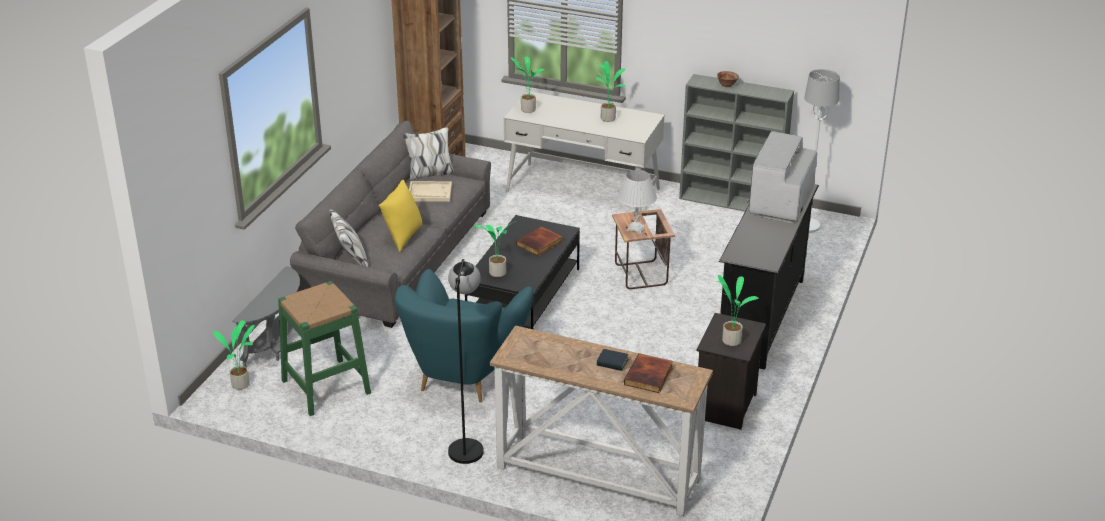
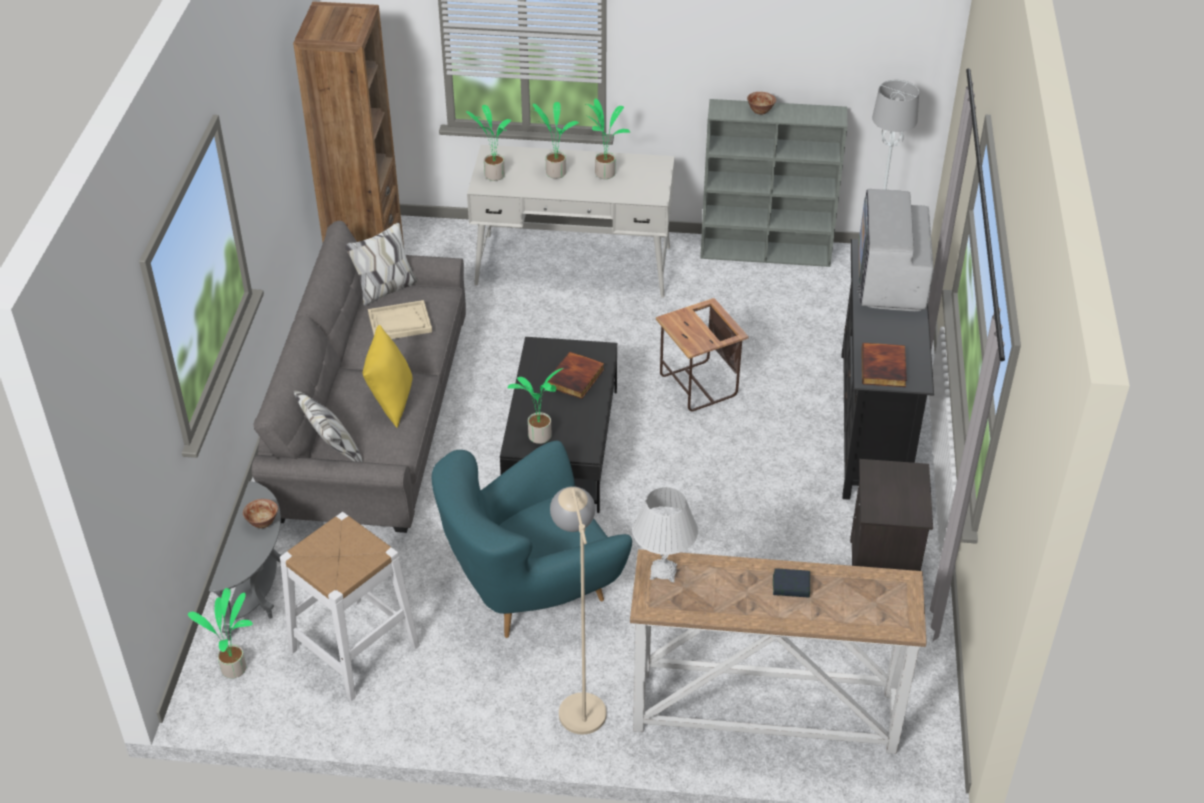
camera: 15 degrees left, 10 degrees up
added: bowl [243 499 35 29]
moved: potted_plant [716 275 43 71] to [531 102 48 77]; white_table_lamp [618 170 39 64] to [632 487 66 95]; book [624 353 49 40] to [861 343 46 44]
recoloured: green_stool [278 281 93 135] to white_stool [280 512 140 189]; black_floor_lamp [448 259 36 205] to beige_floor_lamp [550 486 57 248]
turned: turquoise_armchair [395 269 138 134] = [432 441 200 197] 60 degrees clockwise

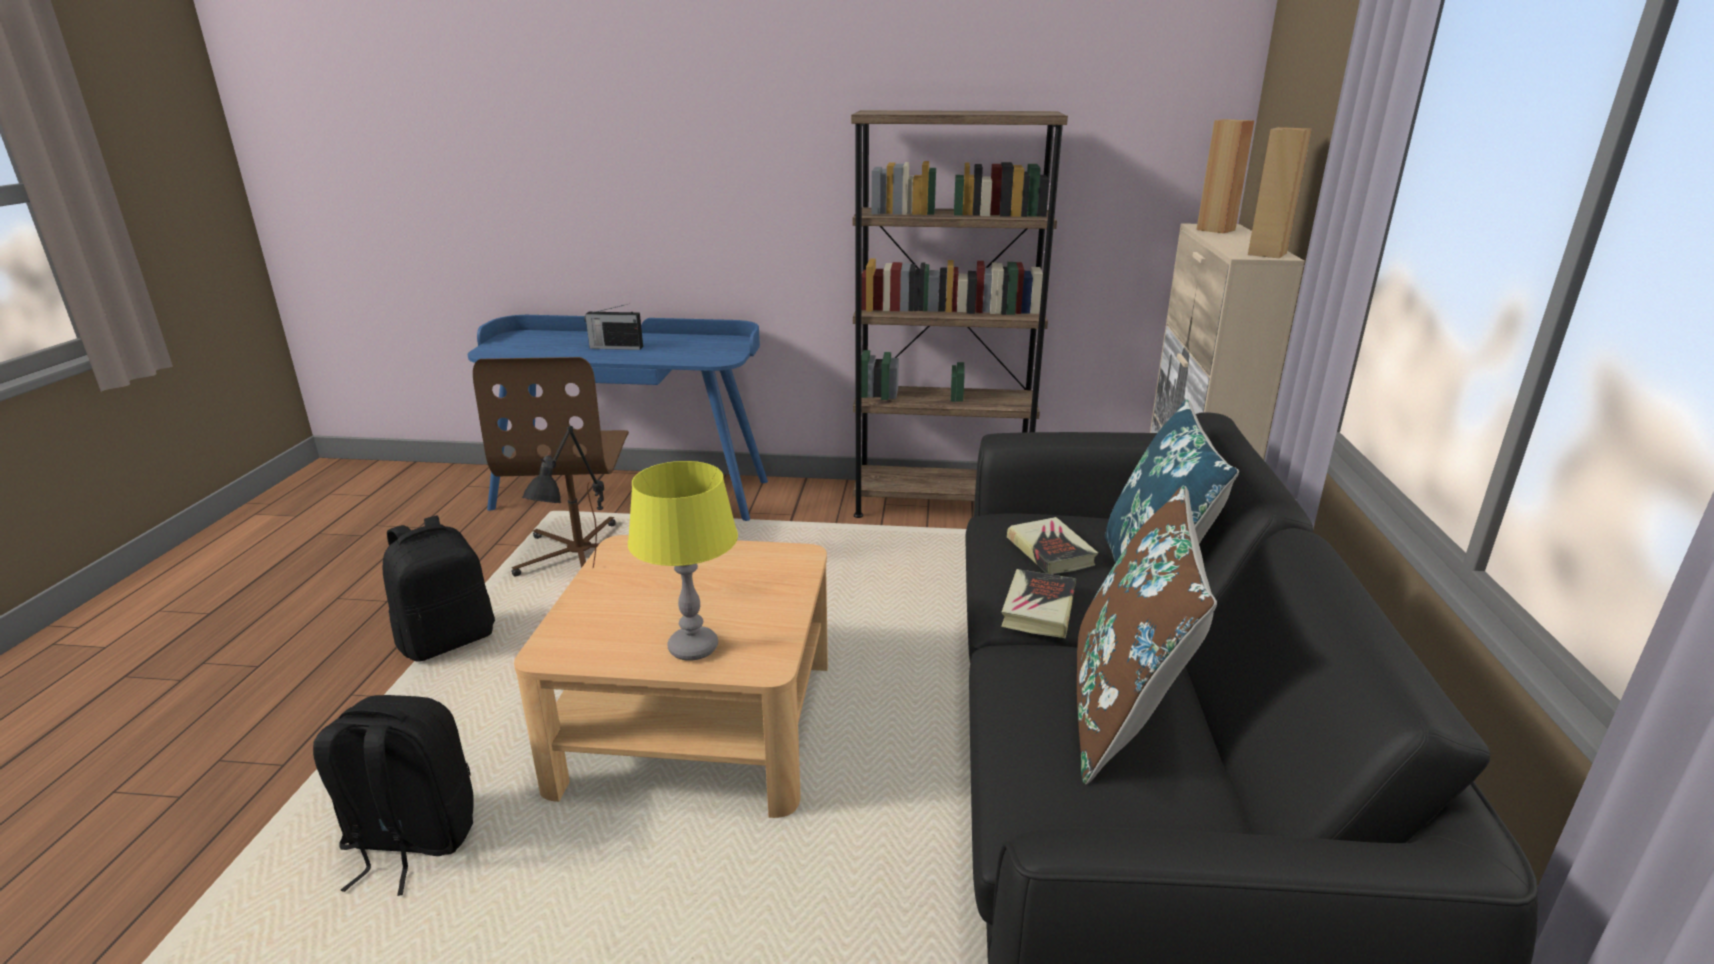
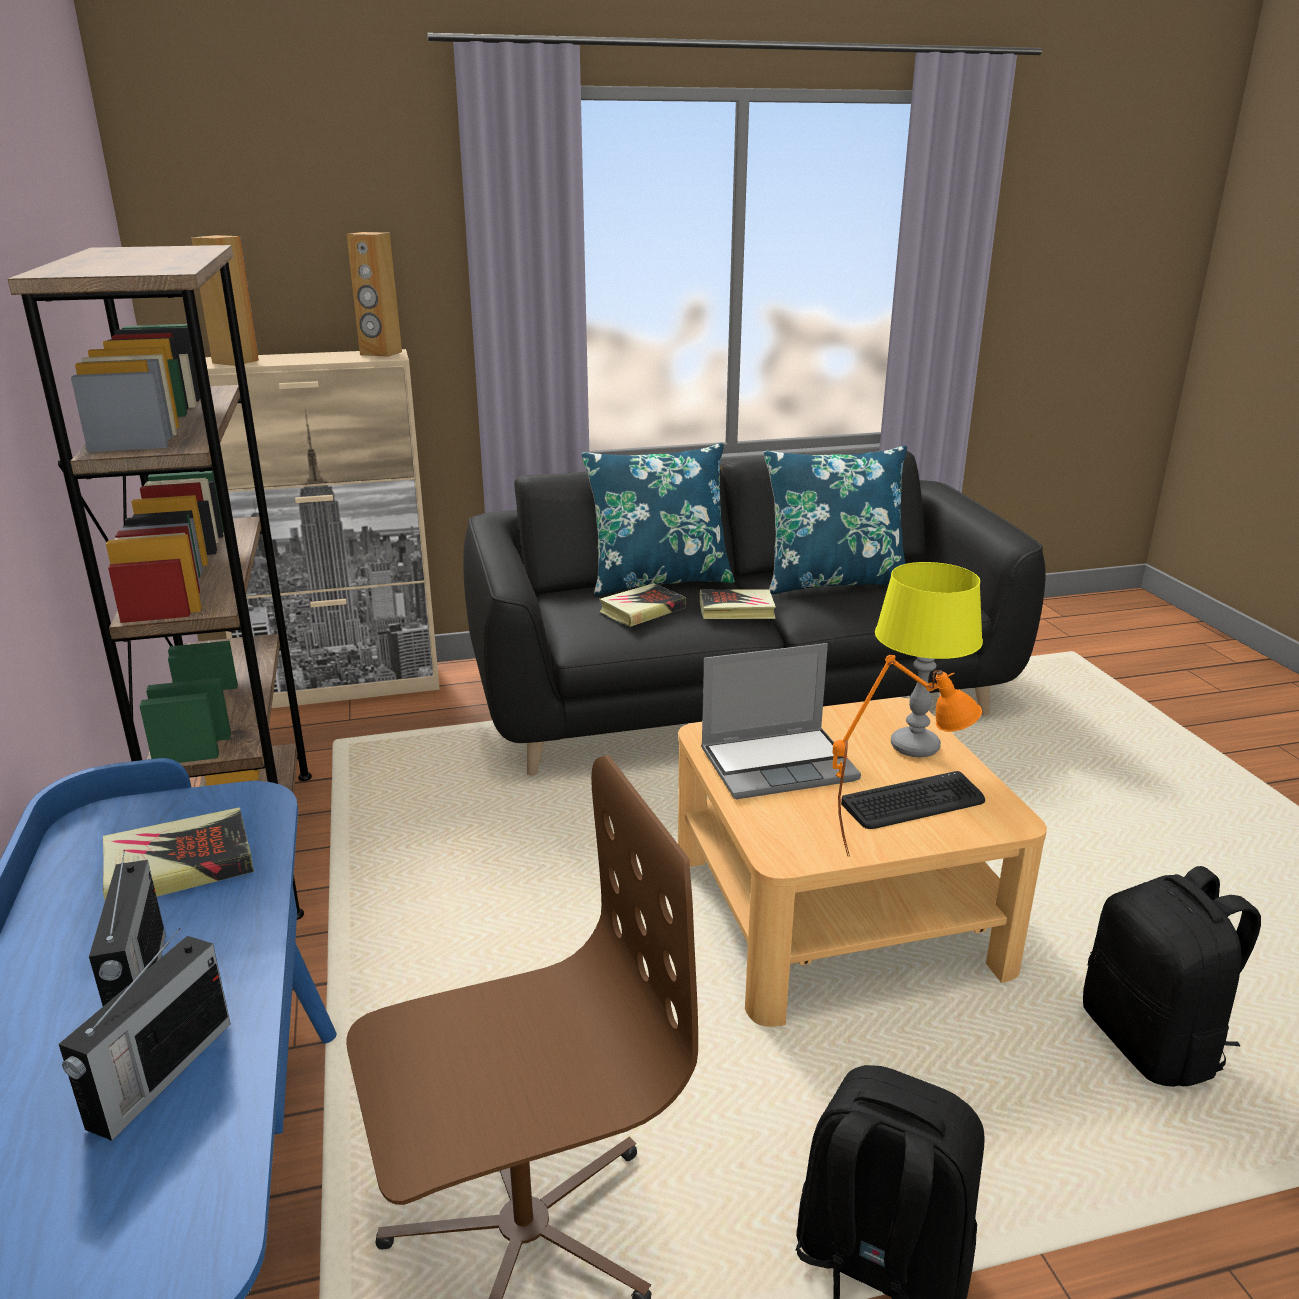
camera: 110 degrees left, 0 degrees up
added: radio [59 928 171 213]; book [103 807 151 93]; laptop [701 643 160 156]; keyboard [841 771 144 58]
recoloured: brown_pillow [1077 485 140 299] to blue_pillow [764 446 143 148]; black_table_lamp [522 426 82 142] to orange_table_lamp [833 655 149 202]

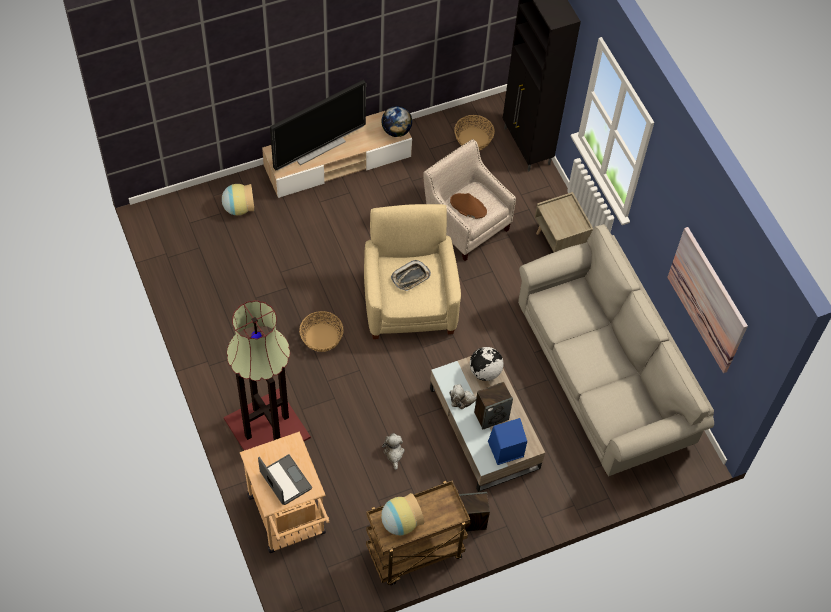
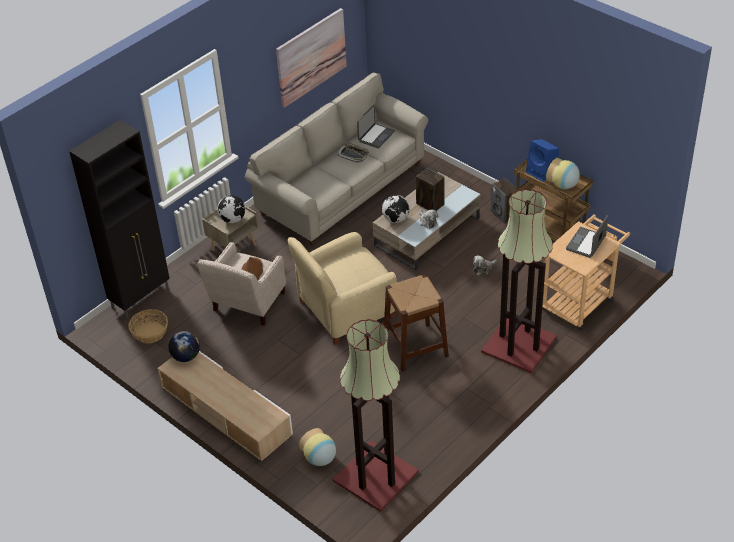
camera: 110 degrees left, 15 degrees down
removed: television [270 80 96 91]
added: globe [217 195 28 28]; floor_lamp [333 319 86 193]; laptop [357 105 38 44]
moved: tray [391 260 40 31] to [338 144 31 19]; blue_speaker [488 418 39 47] to [526 139 33 43]
replaced: basket [299 311 45 41] to brown_stool [384 274 65 98]

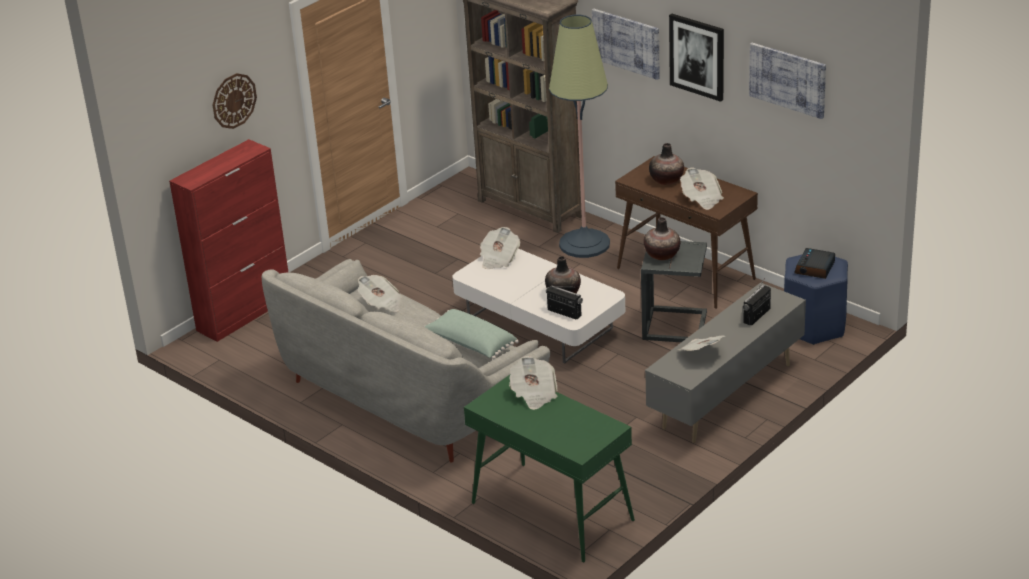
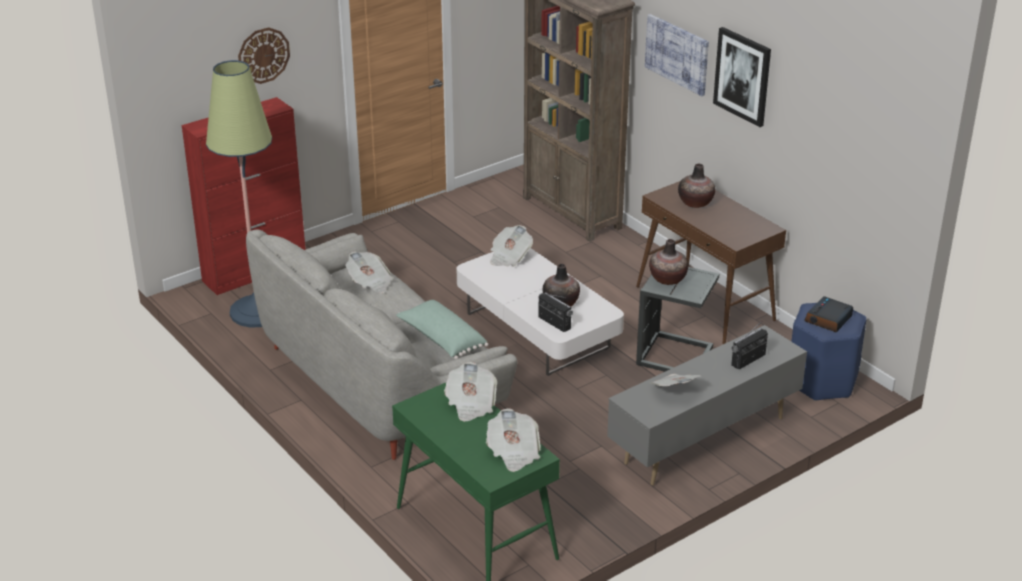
camera: 10 degrees right, 0 degrees up
removed: picture [749 43 77 76]
moved: floor_lamp [549 15 61 243] to [206 60 66 268]; newspaper [680 167 44 43] to [486 409 55 63]

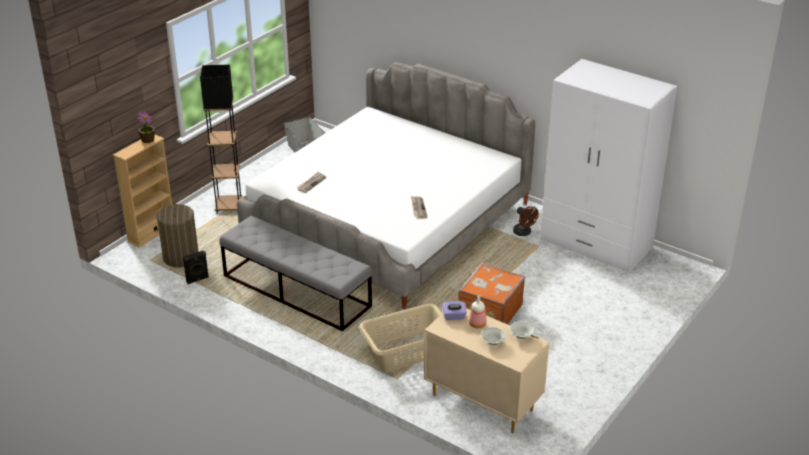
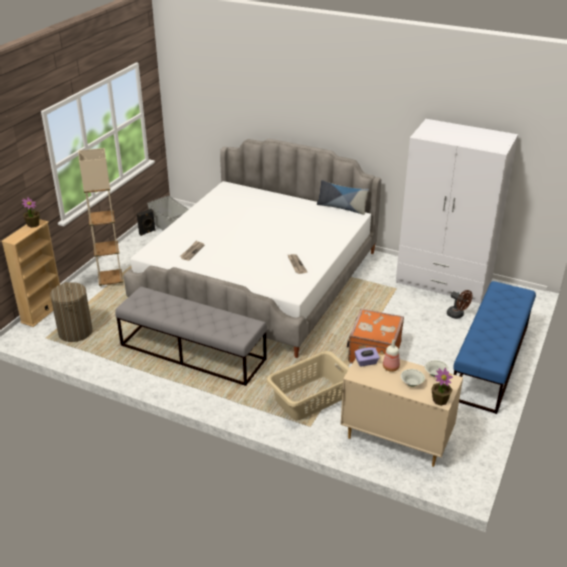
camera: 10 degrees left, 0 degrees up
added: pillow [317 180 52 35]; potted_plant [431 368 22 38]; blue_bench [453 281 83 133]
moved: black_speaker [183 250 26 34] to [137 209 19 27]; brown_fan [513 206 26 30] to [447 290 26 29]
recoloured: black_floor_lamp [200 65 43 149] to beige_floor_lamp [78 148 45 140]

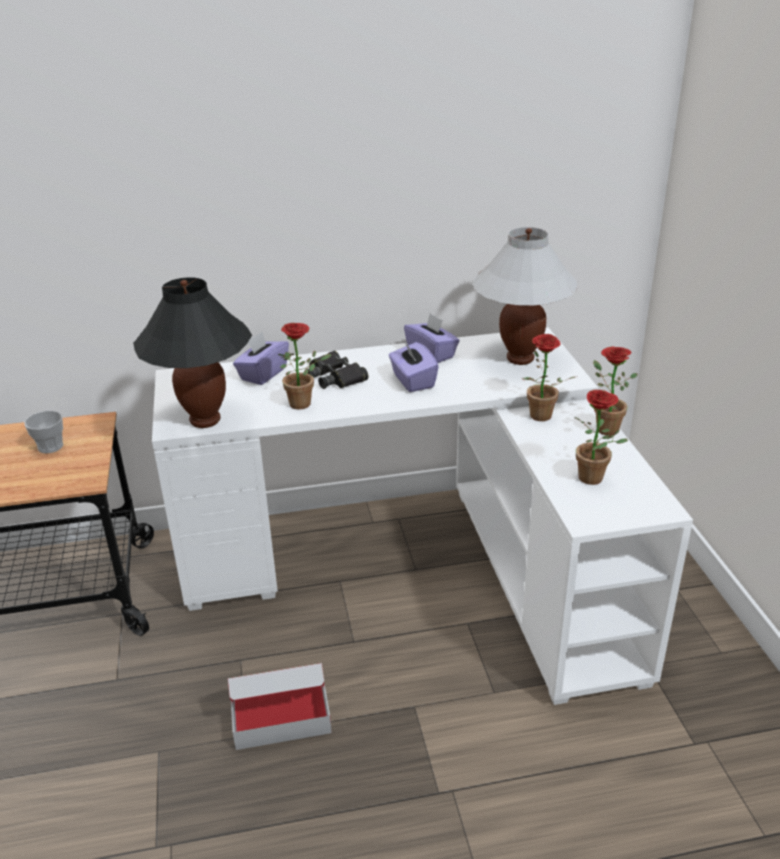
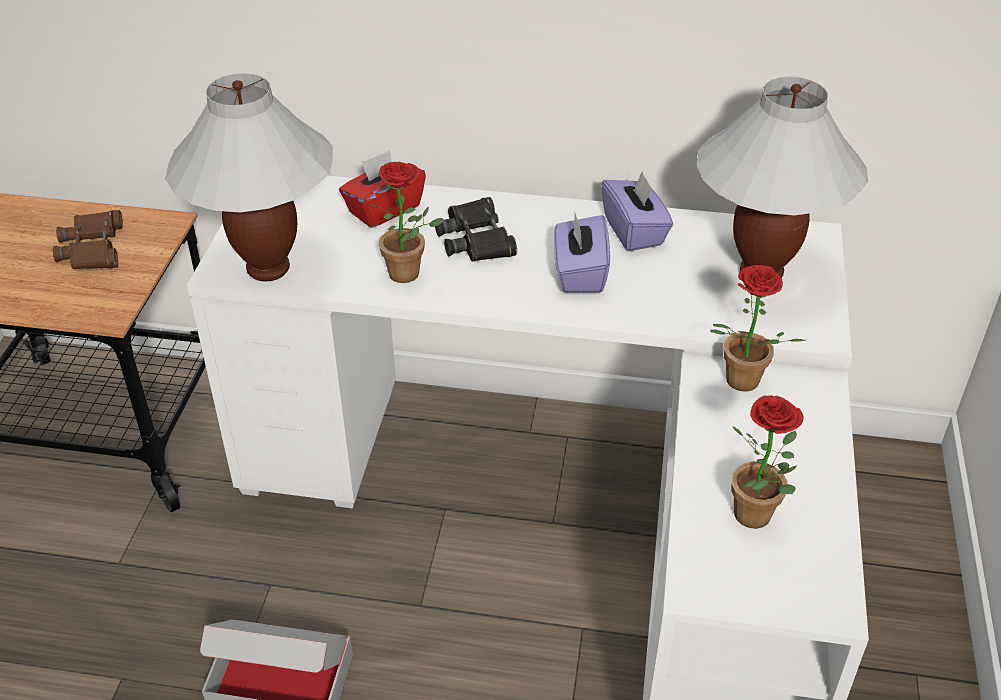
camera: 20 degrees right, 10 degrees up
removed: potted_plant [593 346 45 89]
replaced: cup [24 411 39 42] to brown_binoculars [53 210 70 59]
recoloured: black_table_lamp [133 277 119 151] to white_table_lamp [165 73 168 208]; purple_tissue_box [233 332 56 53] to red_tissue_box [339 150 87 78]

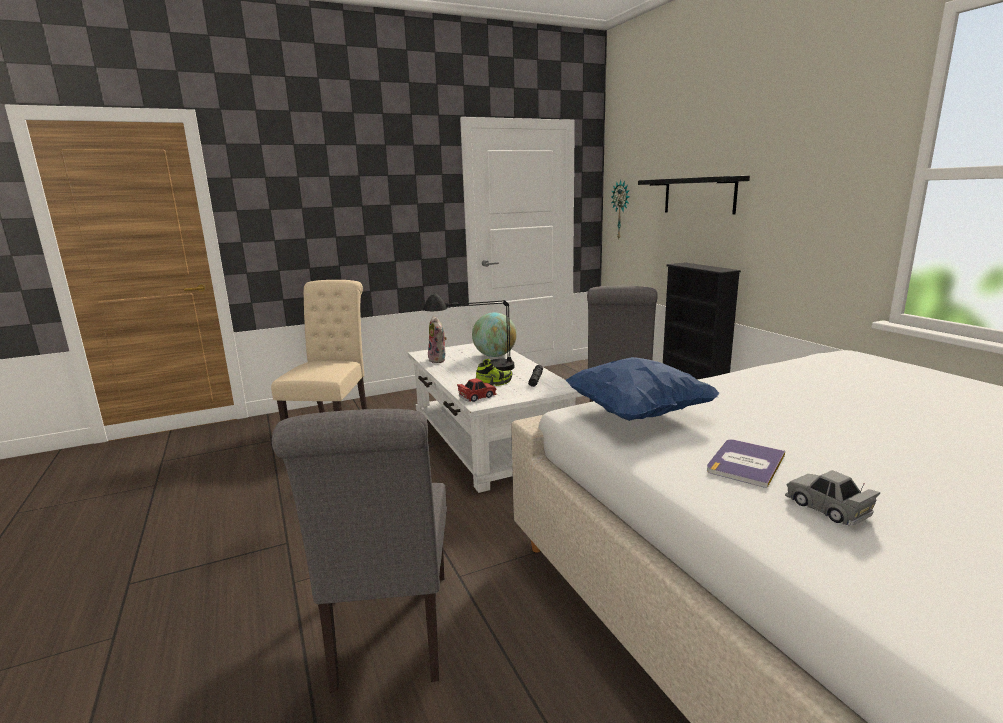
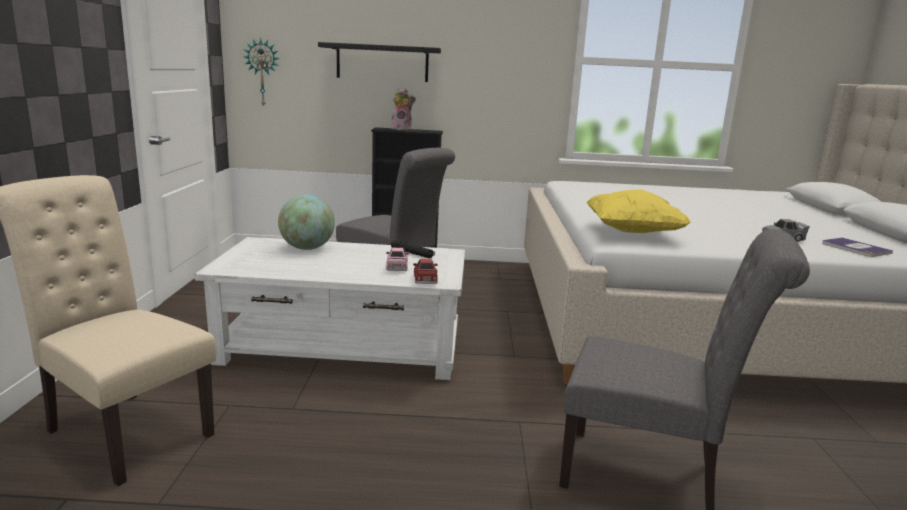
camera: 65 degrees left, 0 degrees up
removed: black_table_lamp [423 294 91 77]
moved: plush_toy [428 316 19 47] to [390 88 26 42]; book [707 439 78 49] to [822 237 71 20]
replaced: shoe [476 359 36 27] to pink_toy_car [386 248 23 23]
recoloured: blue_pillow [566 357 154 64] to yellow_pillow [586 189 105 44]

